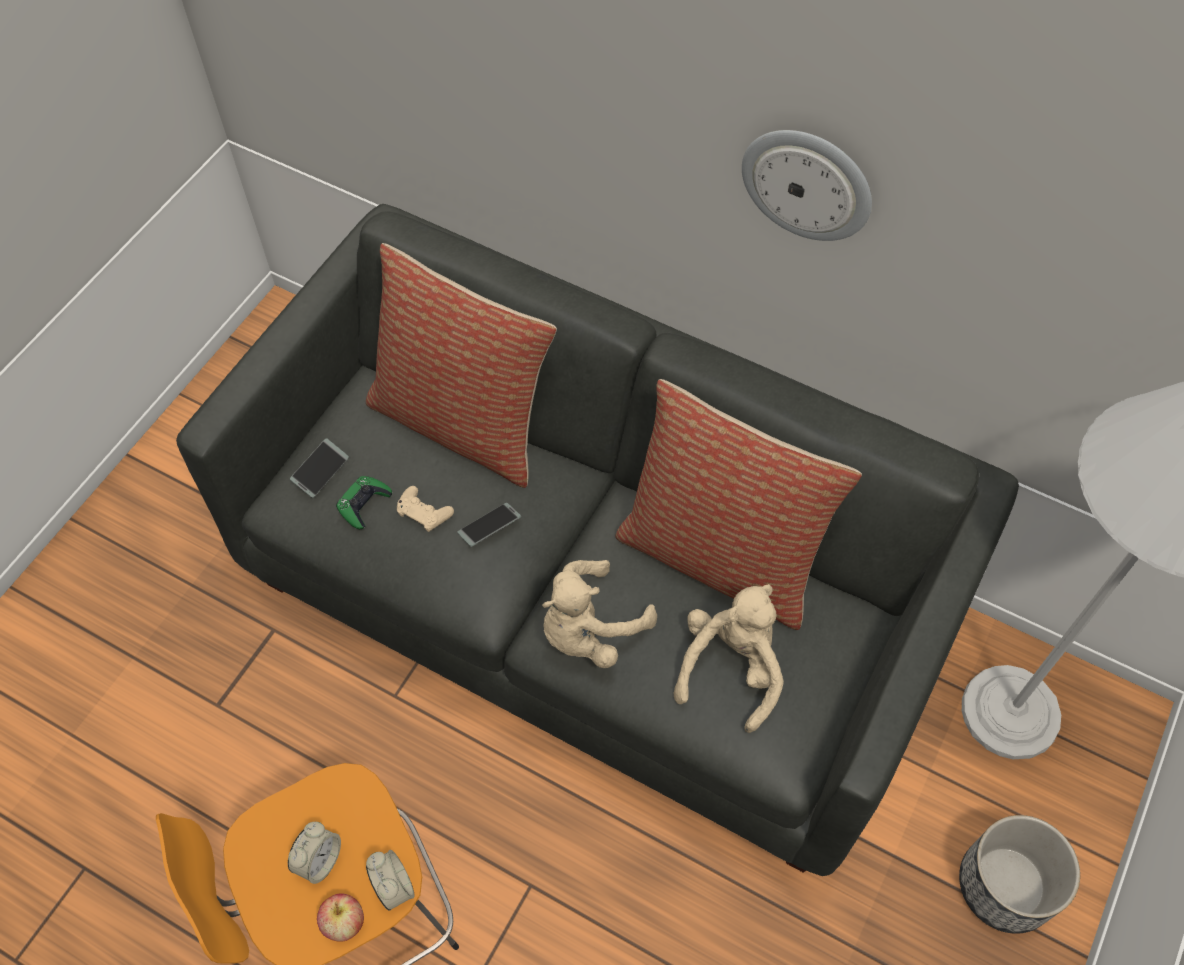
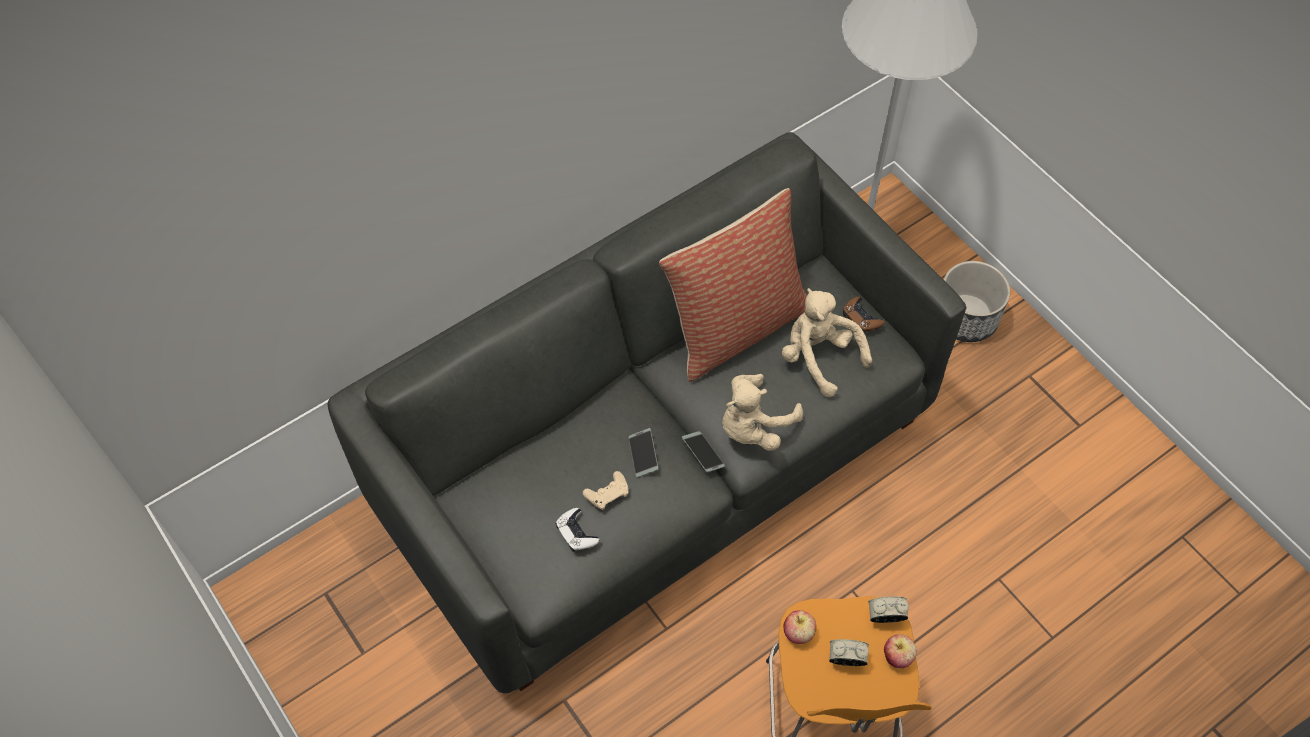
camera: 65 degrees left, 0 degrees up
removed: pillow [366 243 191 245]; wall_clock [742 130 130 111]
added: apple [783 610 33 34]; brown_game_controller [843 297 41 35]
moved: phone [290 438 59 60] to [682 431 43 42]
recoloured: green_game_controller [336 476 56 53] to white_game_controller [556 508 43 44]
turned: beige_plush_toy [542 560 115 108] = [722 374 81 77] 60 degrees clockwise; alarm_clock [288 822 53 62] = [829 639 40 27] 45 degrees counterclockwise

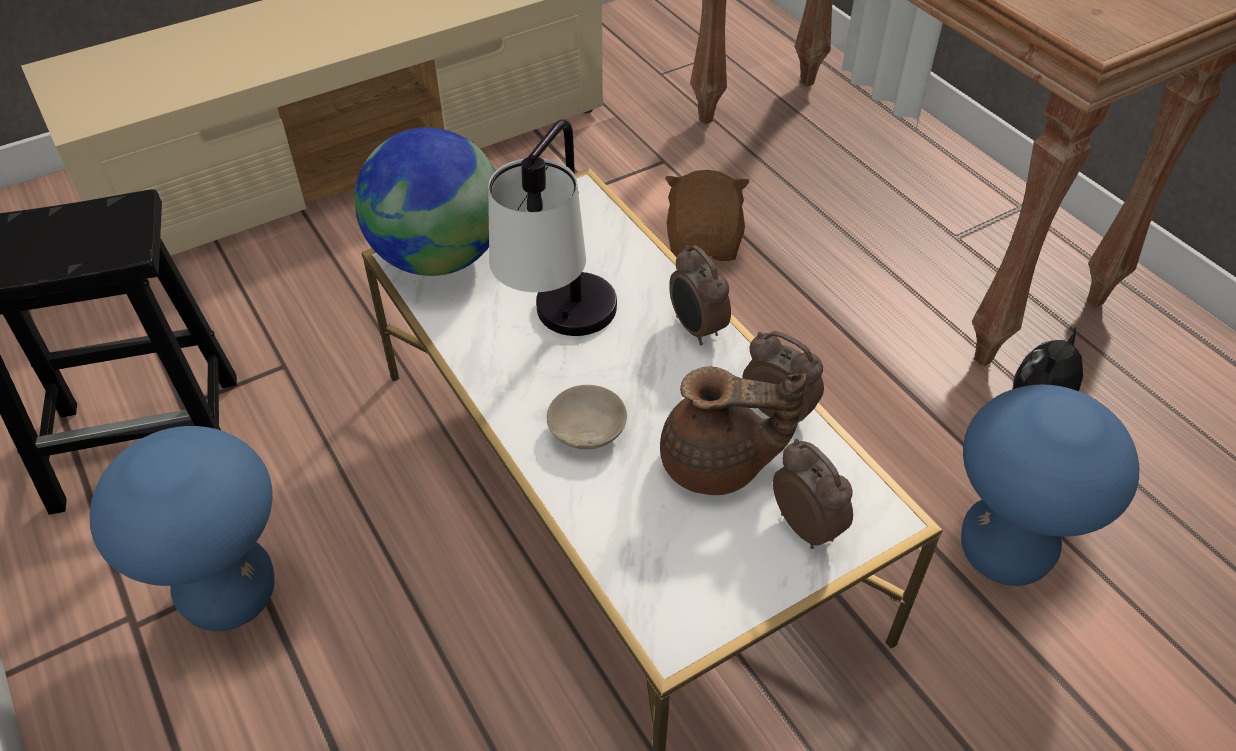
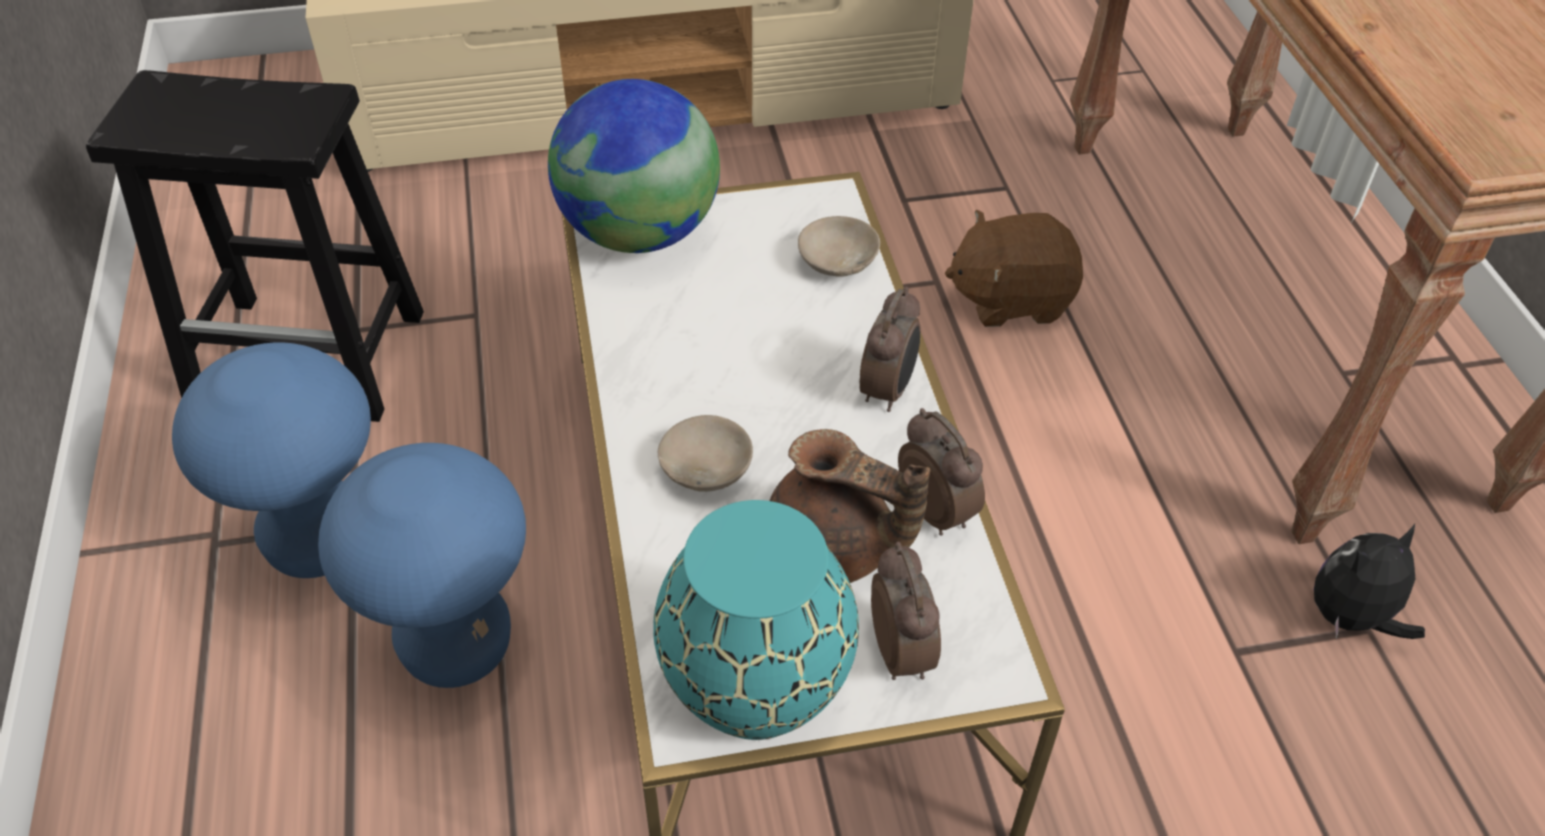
camera: 20 degrees right, 0 degrees up
removed: table_lamp [488 119 129 217]
added: turquoise_vase [653 500 206 240]; beige_bowl [798 216 82 61]
moved: blue_stool [961 385 178 201] to [318 443 208 245]
turned: alarm_clock [669 245 62 100] = [859 287 61 125] 150 degrees counterclockwise; brown_plush_toy [665 170 85 91] = [945 209 138 118] 120 degrees counterclockwise

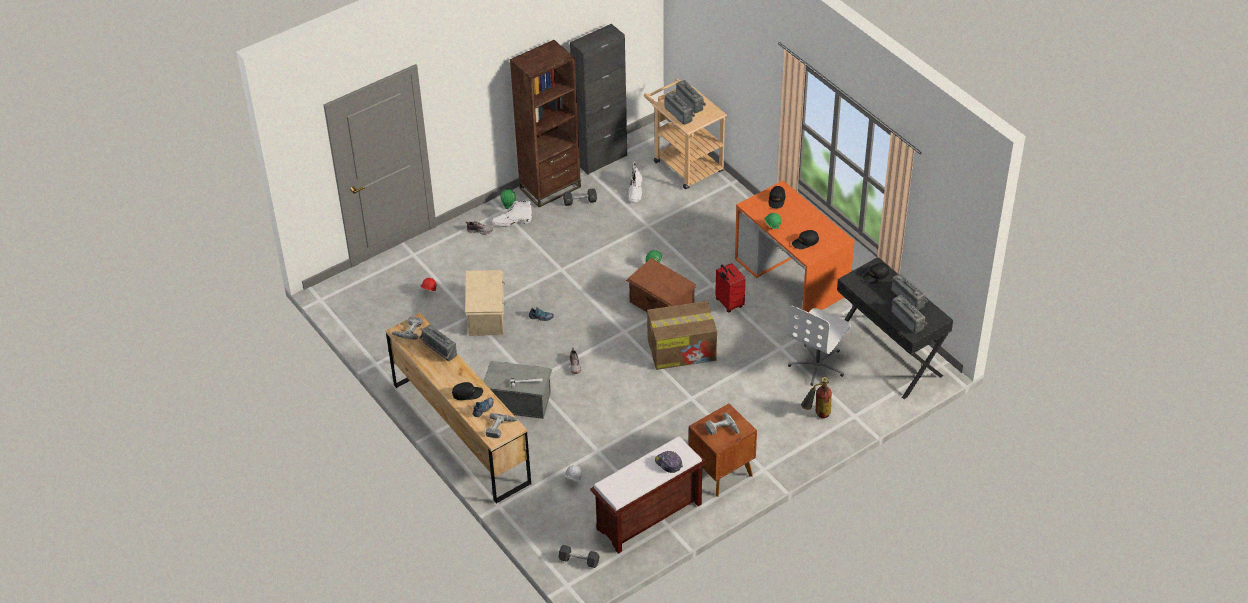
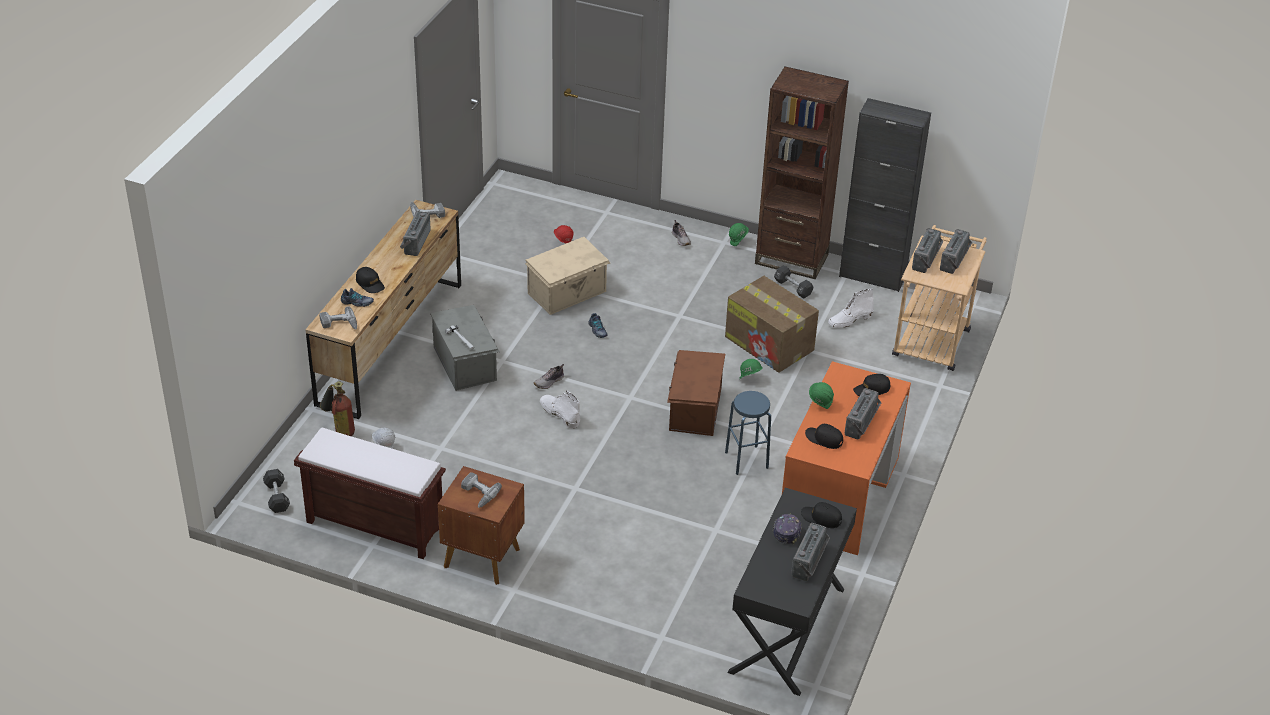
camera: 55 degrees right, 5 degrees down
removed: white_office_chair [787 306 64 80]
moved: fire_extinguisher [801 377 31 41] to [320 381 35 55]; white_boot [492 201 40 26] to [540 391 40 38]; cardboard_box [647 301 70 69] to [725 276 94 97]; cap [655 451 28 22] to [773 513 29 32]; radio [891 295 37 39] to [845 388 36 51]
replaced: red_suitcase [715 263 31 50] to blue_stool [725 391 46 84]

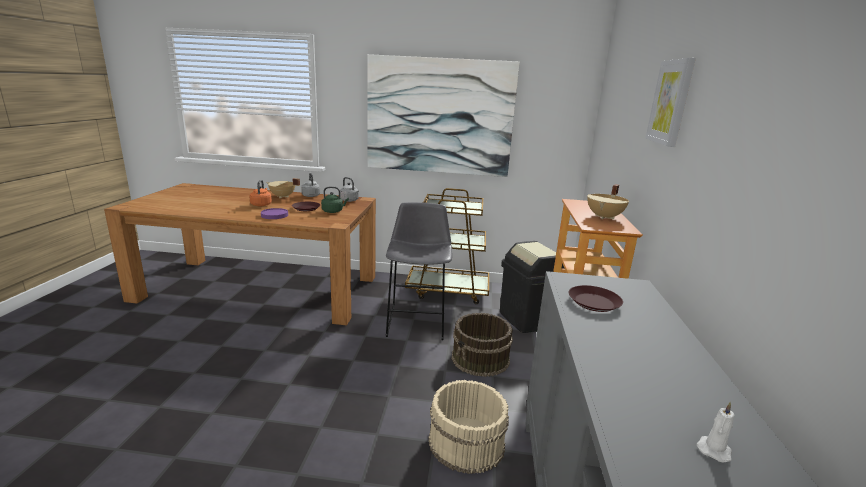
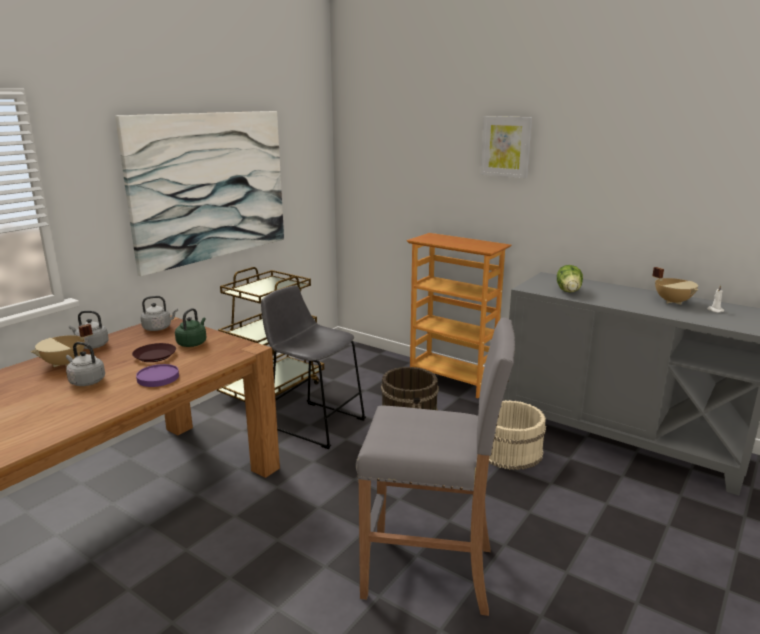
camera: 60 degrees left, 0 degrees up
removed: black_trash_can [500 241 65 92]
added: grey_stool [356 318 159 298]
moved: beige_cooking_pot [587 184 42 35] to [652 267 46 38]
replaced: brown_plate [569 285 54 27] to lettuce [557 265 26 27]
recoloured: orange_kettle [249 180 23 26] to grey_kettle [66 342 39 44]

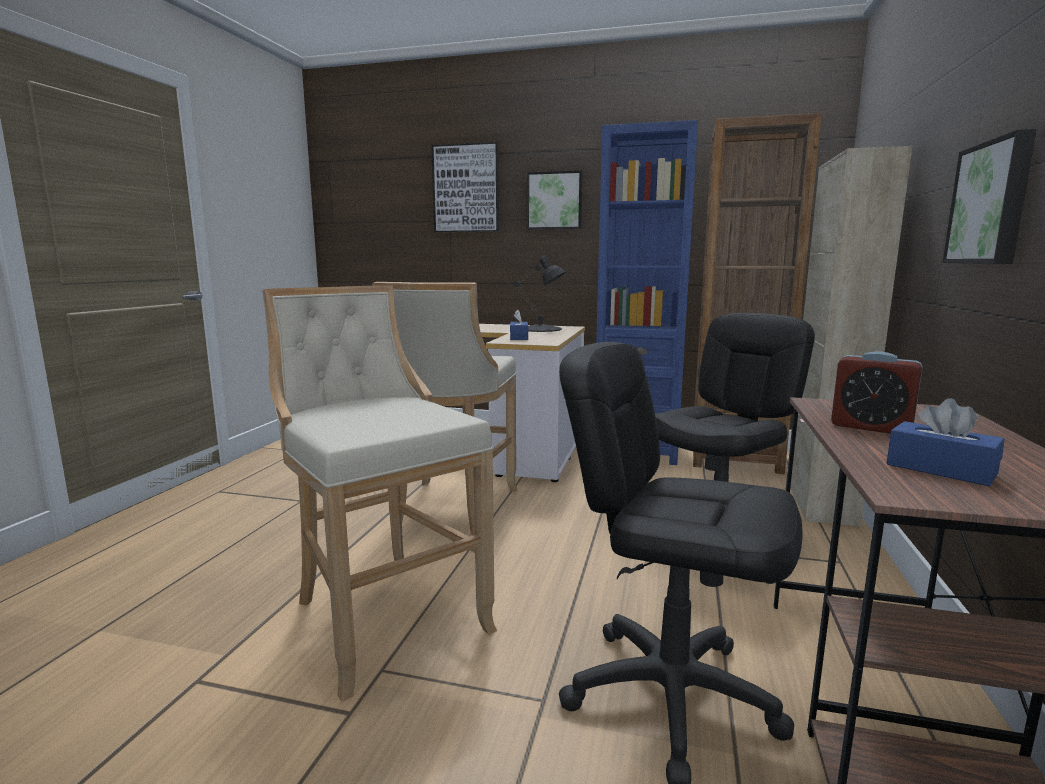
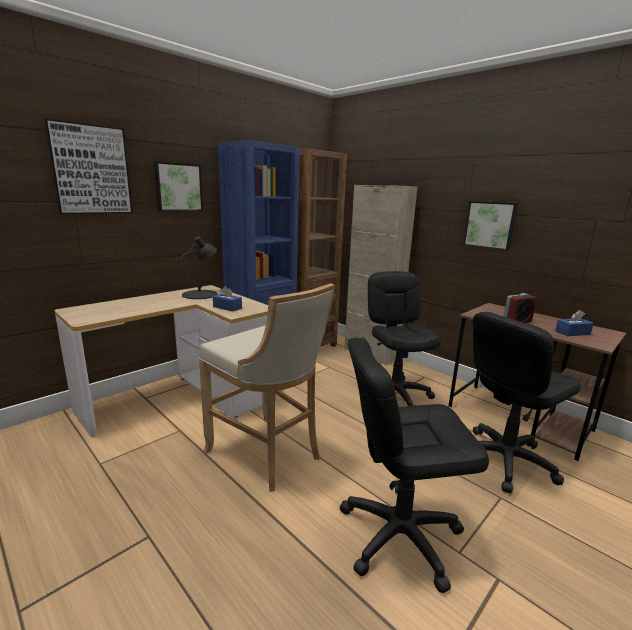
camera: 60 degrees left, 5 degrees up
replaced: beige_stool [262 285 235 417] to black_office_chair [339 338 150 255]

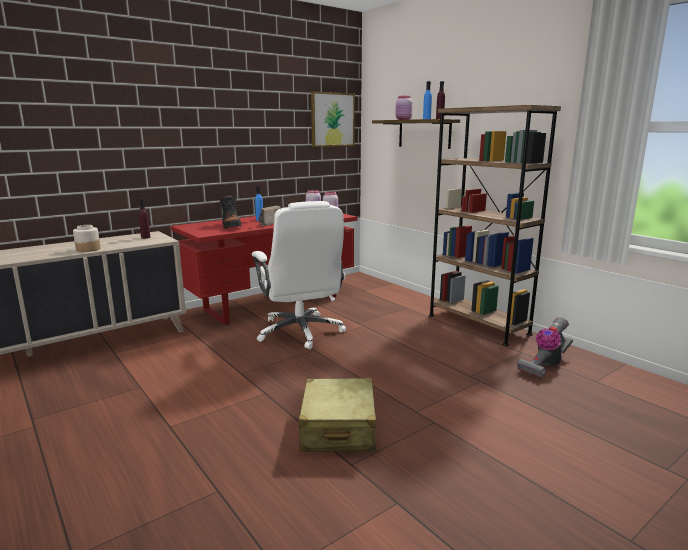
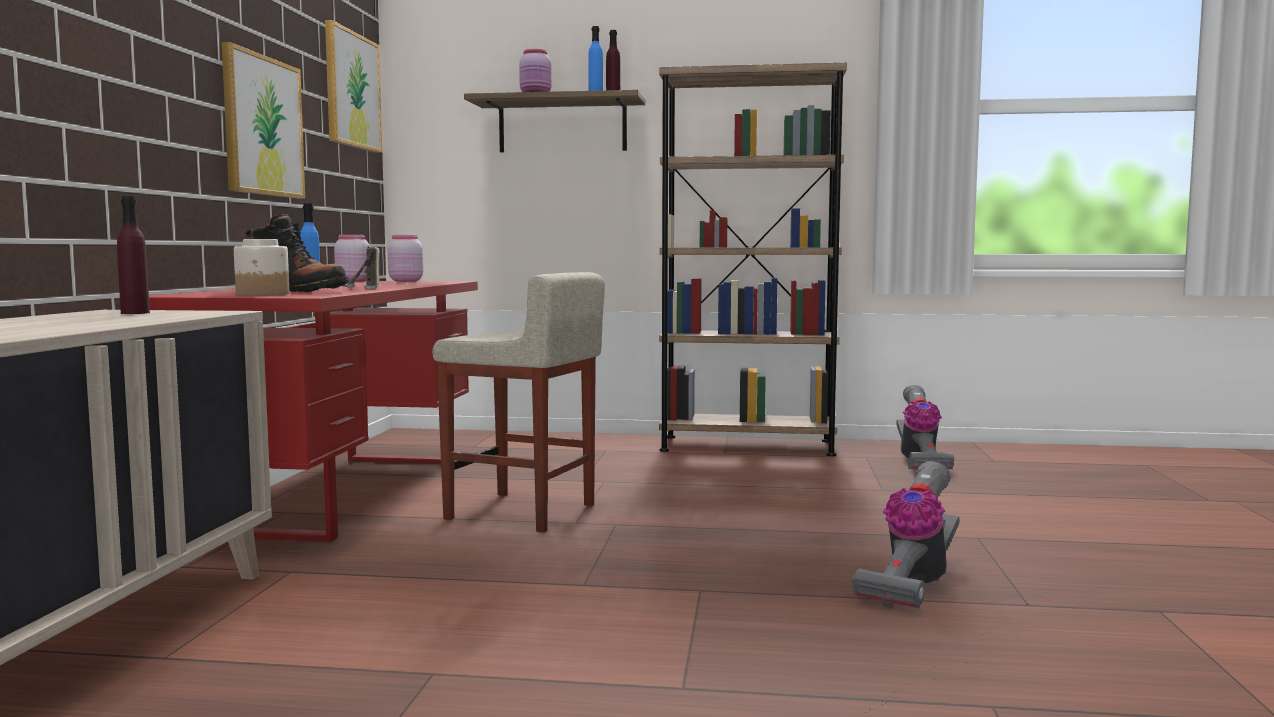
camera: 45 degrees left, 10 degrees down
added: picture [222 42 83 156]
moved: jar [73 225 27 27] to [234 239 55 57]
replaced: white_office_chair [252 201 94 148] to beige_stool [432 272 173 261]; beige_suitcase [299 378 77 74] to vacuum_cleaner [852 461 107 148]

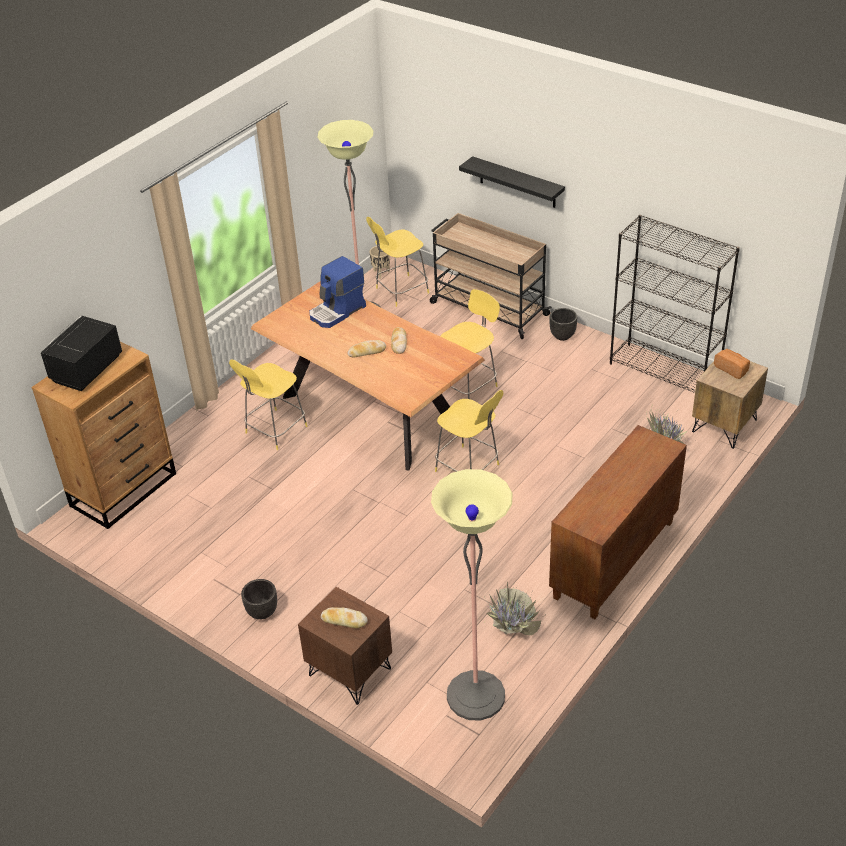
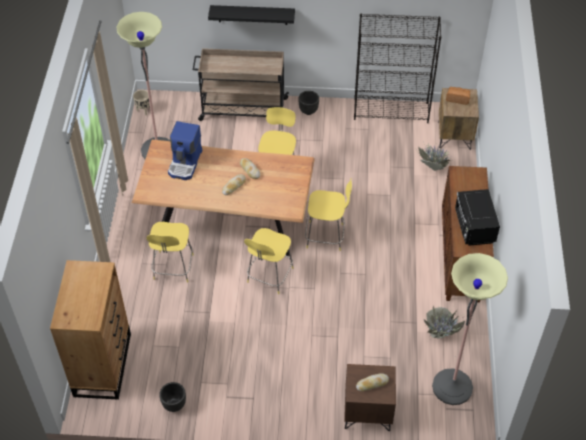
camera: 35 degrees left, 10 degrees up
moved: black_planter [241 579 36 40] to [159 382 27 30]; yellow_stool [366 217 63 90] to [244 228 50 66]; black_microwave [41 316 81 75] to [455 189 45 57]

